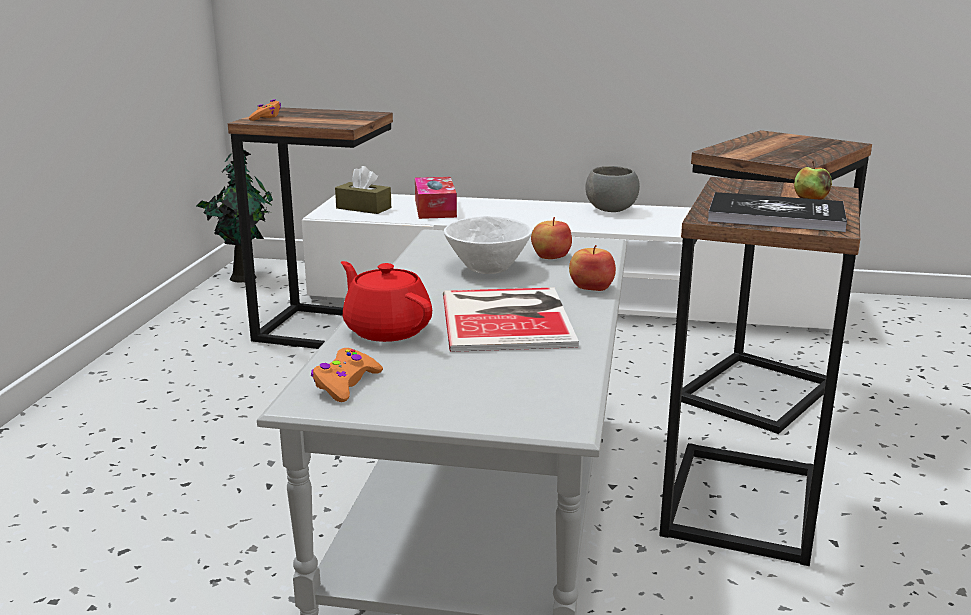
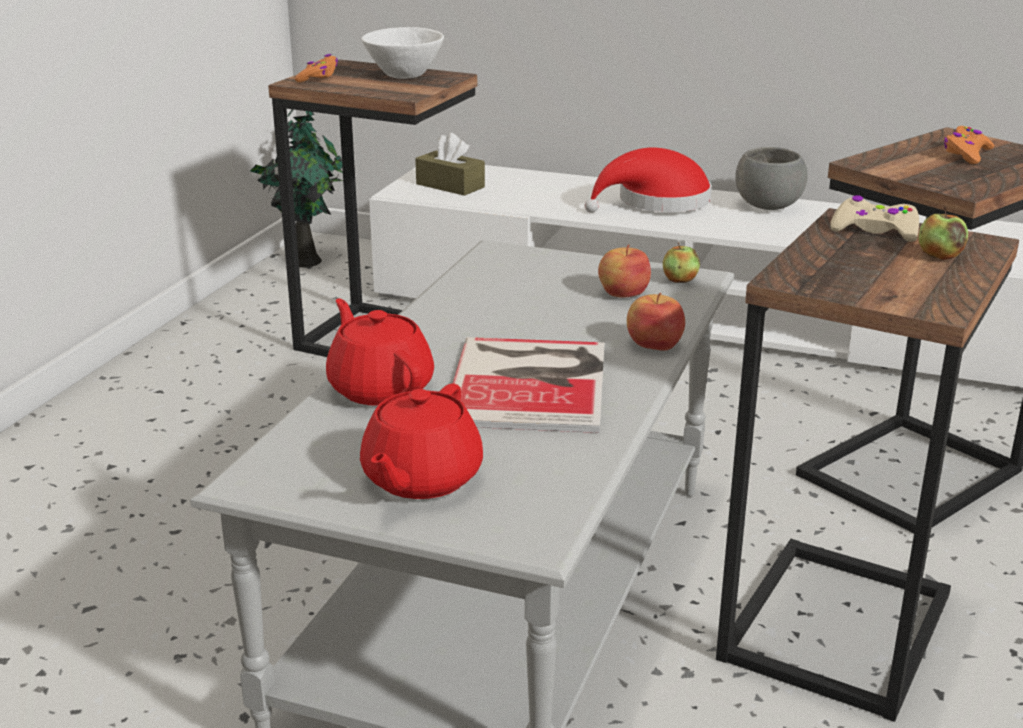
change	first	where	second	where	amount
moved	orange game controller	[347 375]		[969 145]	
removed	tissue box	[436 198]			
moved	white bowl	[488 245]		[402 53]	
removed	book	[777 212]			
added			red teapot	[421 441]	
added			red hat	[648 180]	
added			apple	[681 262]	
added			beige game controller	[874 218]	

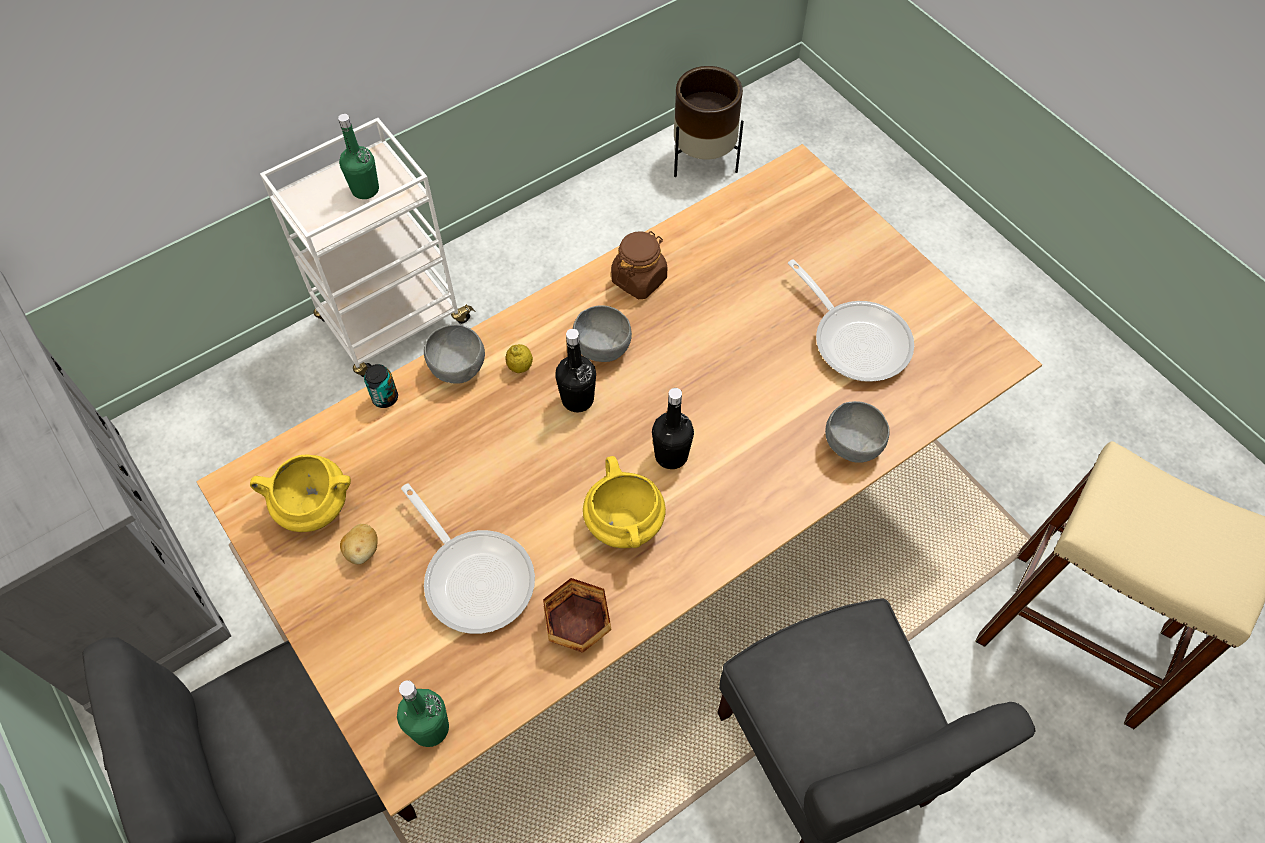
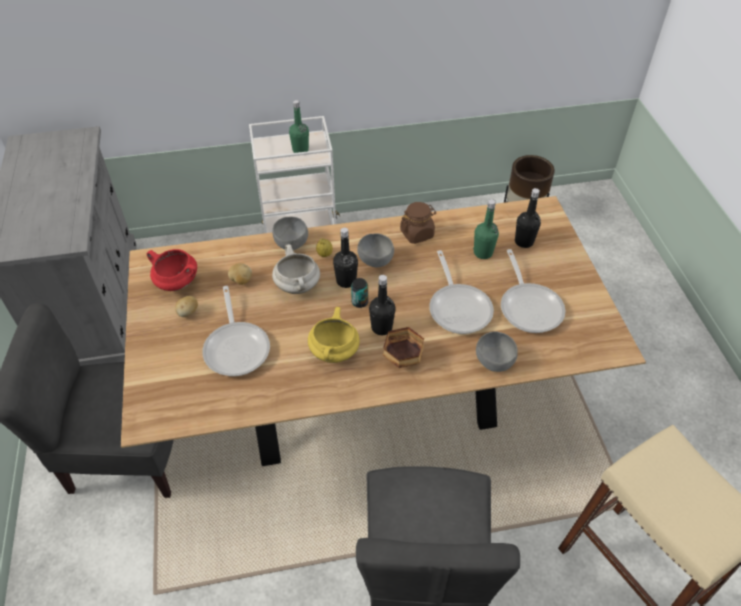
change	first	where	second	where	amount
recoloured	yellow cooking pot	[300 493]	red cooking pot	[172 270]	
moved	can	[381 386]		[359 293]	
moved	green bottle	[423 713]		[486 229]	
moved	bowl	[577 615]		[403 347]	
added			potato	[240 274]	
added			white cooking pot	[296 269]	
added			frying pan	[461 292]	
added			black bottle	[528 218]	

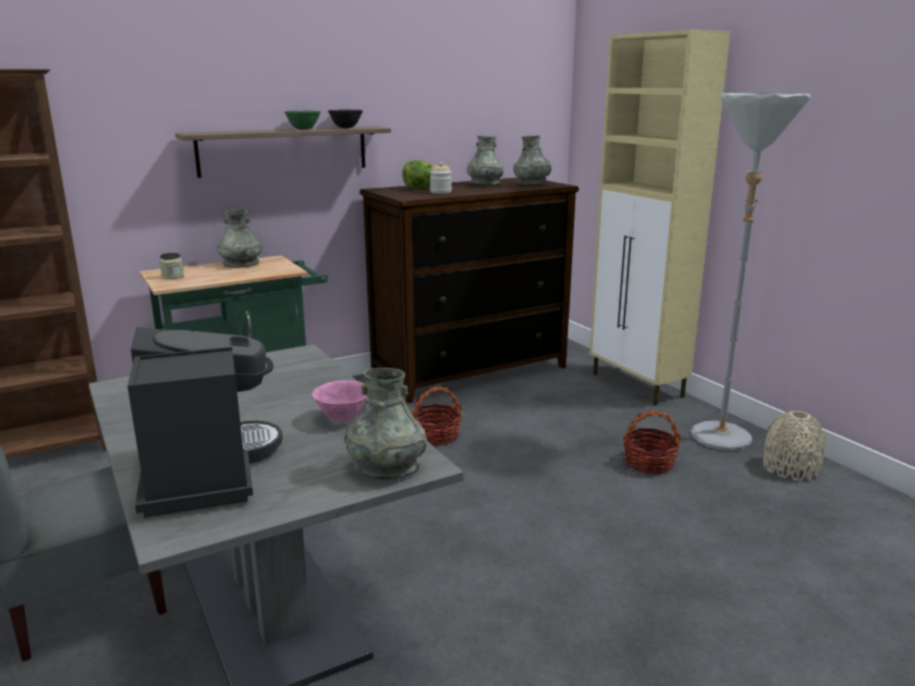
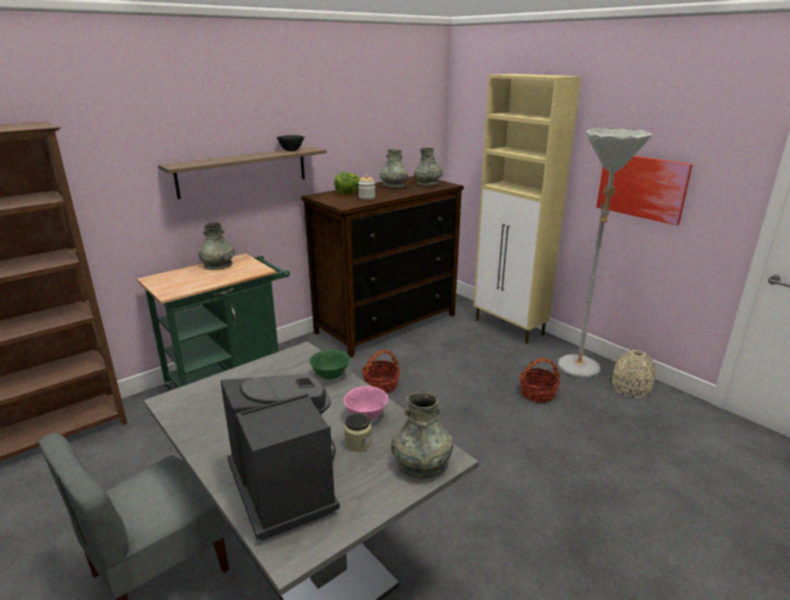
change	first	where	second	where	amount
moved	jar	[171 266]		[358 432]	
moved	green bowl	[303 120]		[329 365]	
added			picture	[644 190]	

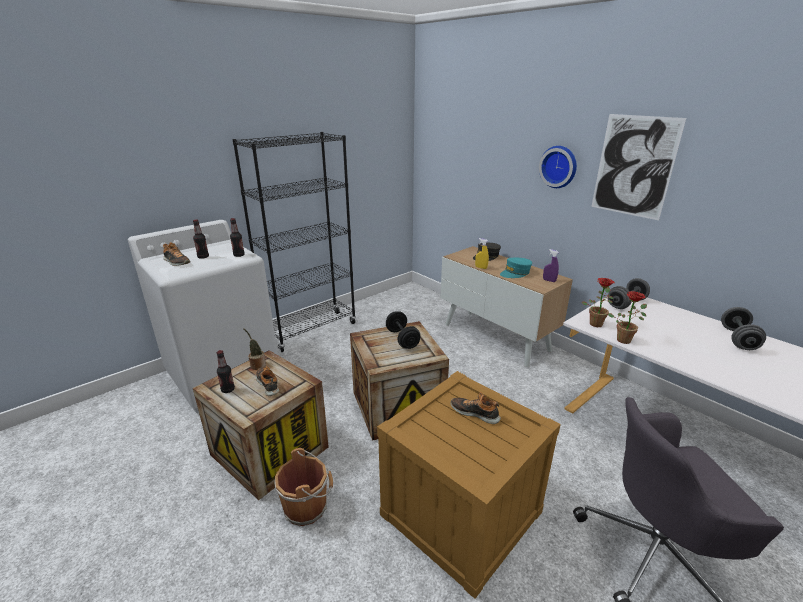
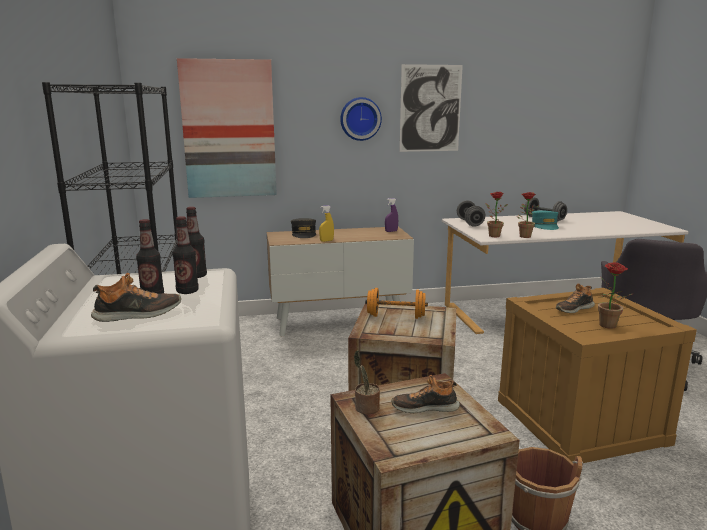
change	first	where	second	where	amount
moved	bottle	[226 371]		[186 255]	
recoloured	black dumbbell	[403 330]	orange dumbbell	[396 303]	
moved	turquoise cap	[516 268]		[545 220]	
added			picture	[227 128]	
added			potted plant	[615 295]	

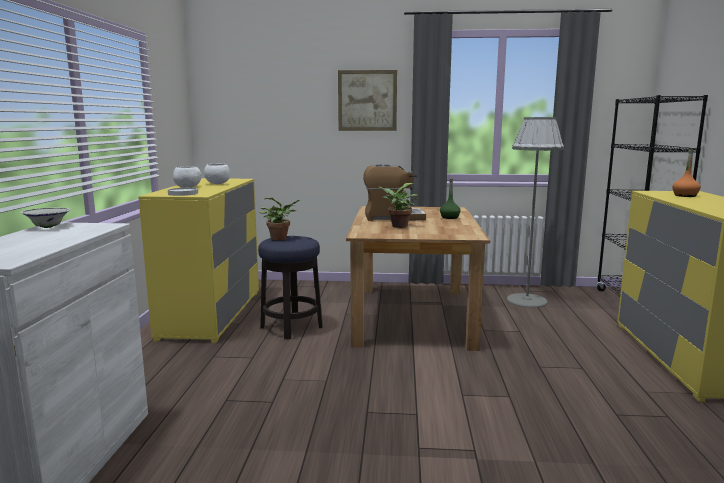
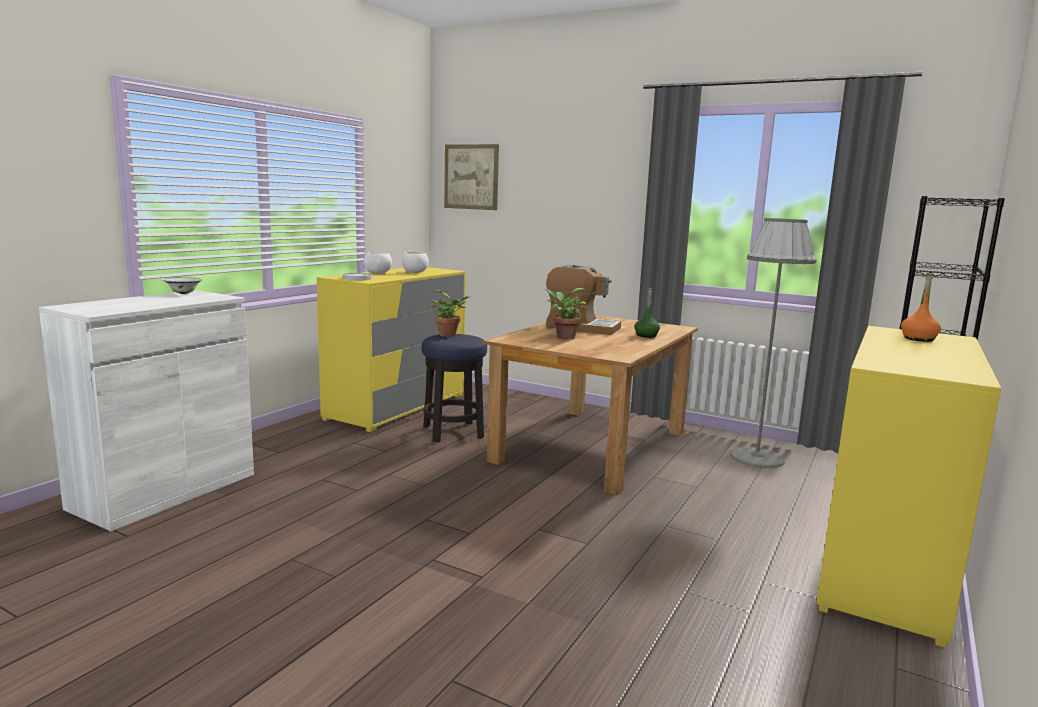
change	first	where	second	where	amount
moved	picture	[367 100]		[471 177]	

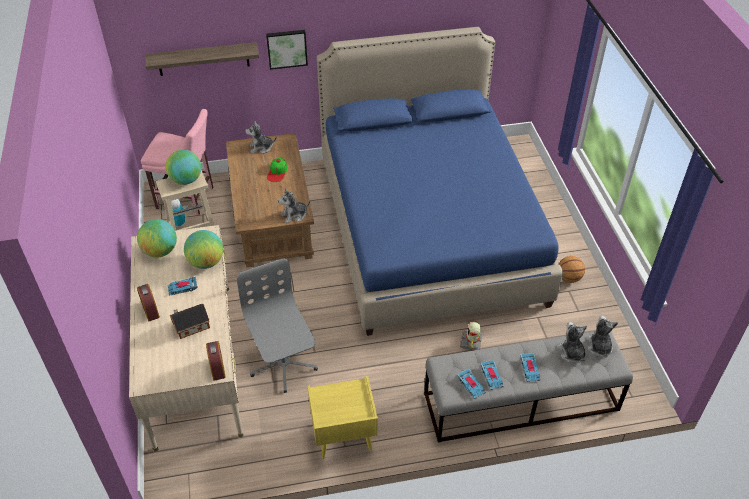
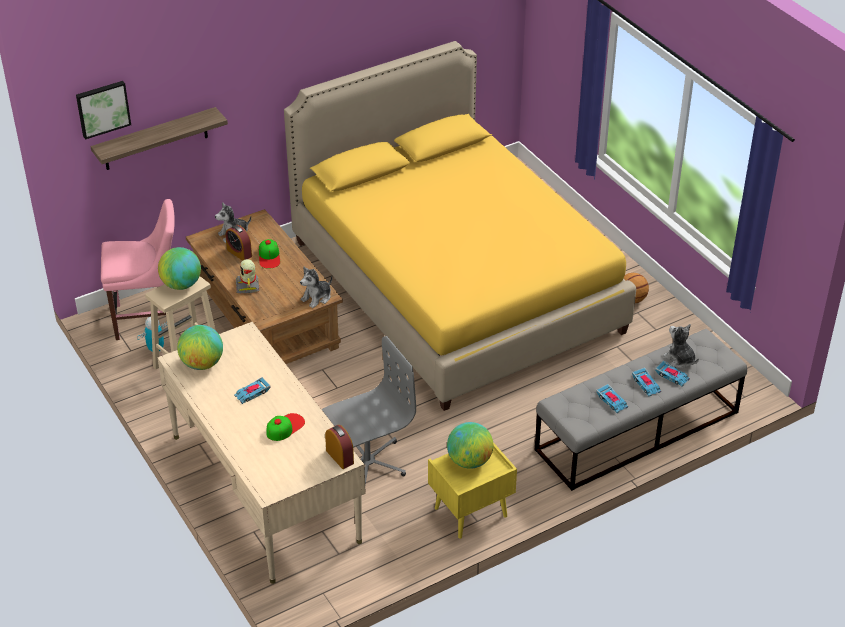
change	first	where	second	where	amount
moved	alarm clock	[148 302]		[238 243]	
replaced	toy house	[190 321]	cap	[285 427]	
moved	globe	[203 249]		[470 445]	
turned	grey office chair	[277 325]		[369 410]	105 degrees clockwise
moved	picture	[287 50]		[103 110]	
recoloured	blue bed	[440 181]	yellow bed	[460 226]	
moved	toy car	[471 383]		[672 374]	
moved	toy robot	[471 335]		[247 276]	
removed	plush toy	[602 336]			

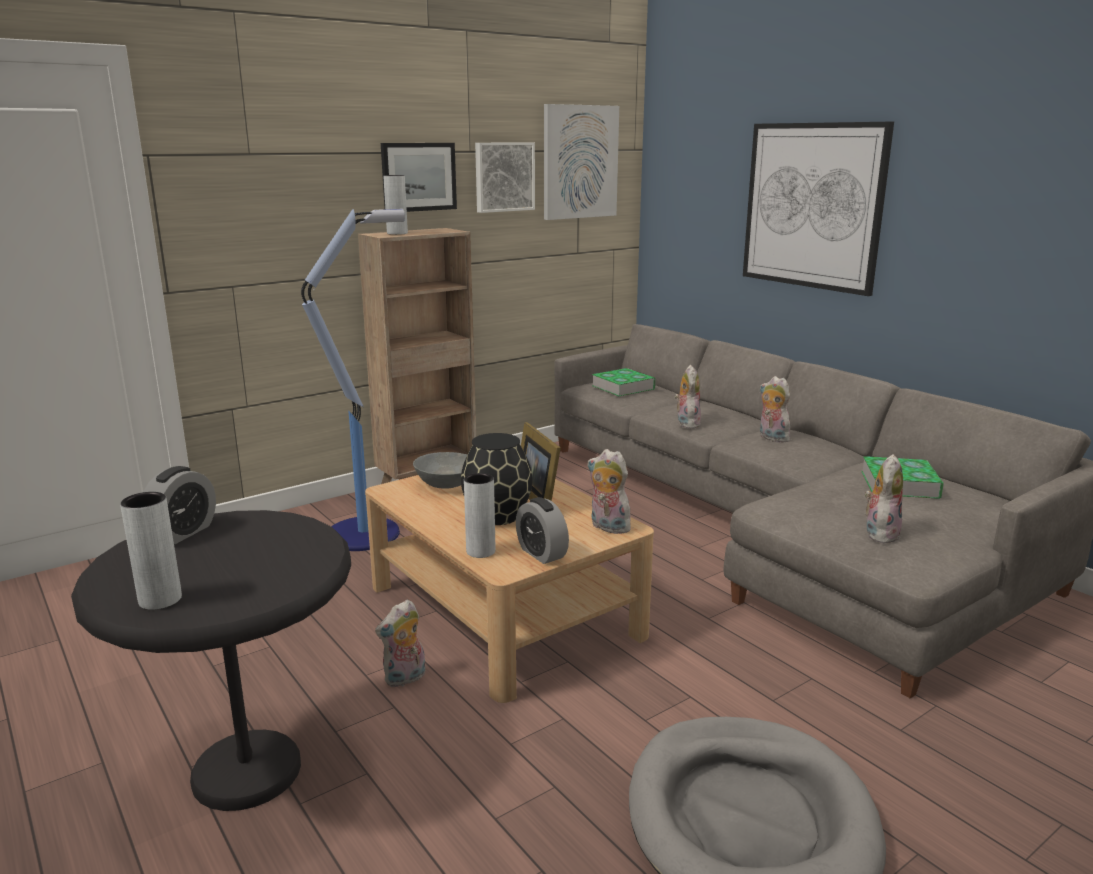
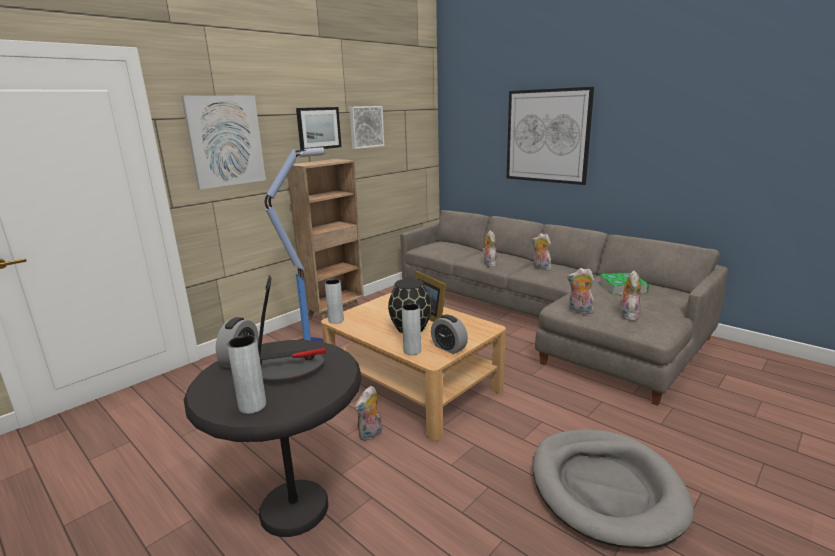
change	first	where	second	where	amount
moved	grey vase	[395 205]		[334 301]	
removed	grey bowl	[440 470]			
moved	picture	[581 162]		[223 142]	
moved	plush toy	[609 491]		[580 291]	
removed	book	[624 382]			
added			table lamp	[292 327]	

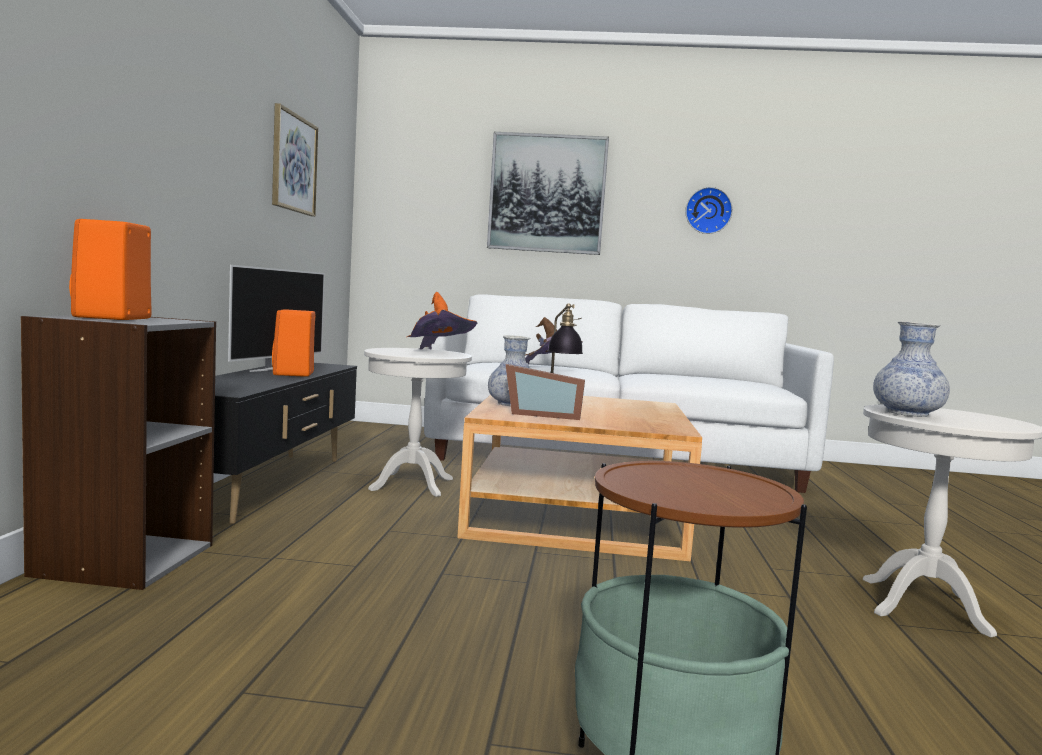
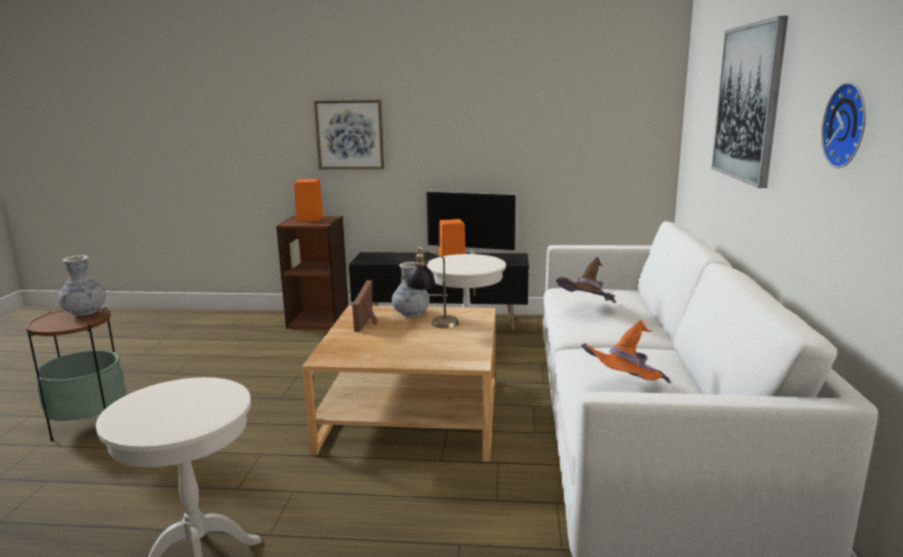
change	first	where	second	where	amount
recoloured	grey bookcase	[118 452]	brown bookcase	[312 272]	
moved	picture	[295 160]		[349 134]	
moved	orange hat	[442 321]		[626 351]	
moved	vase	[911 369]		[82 285]	

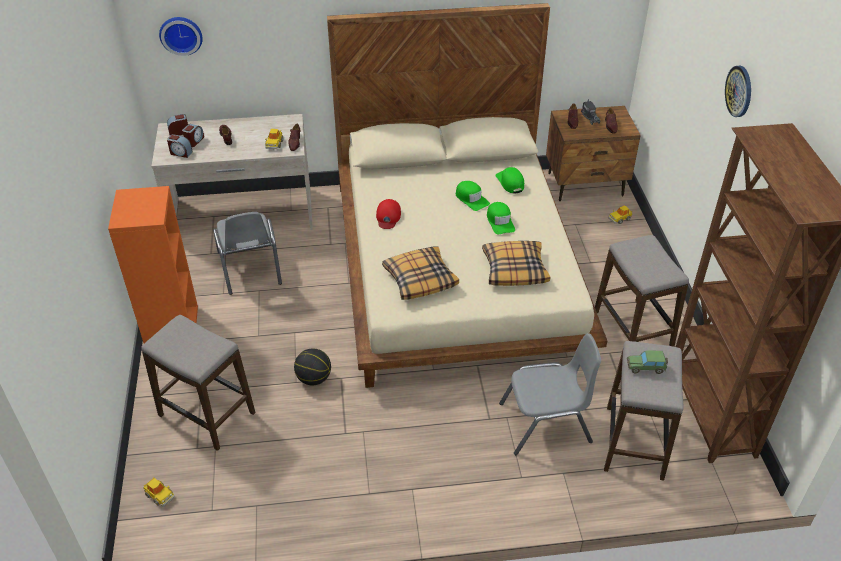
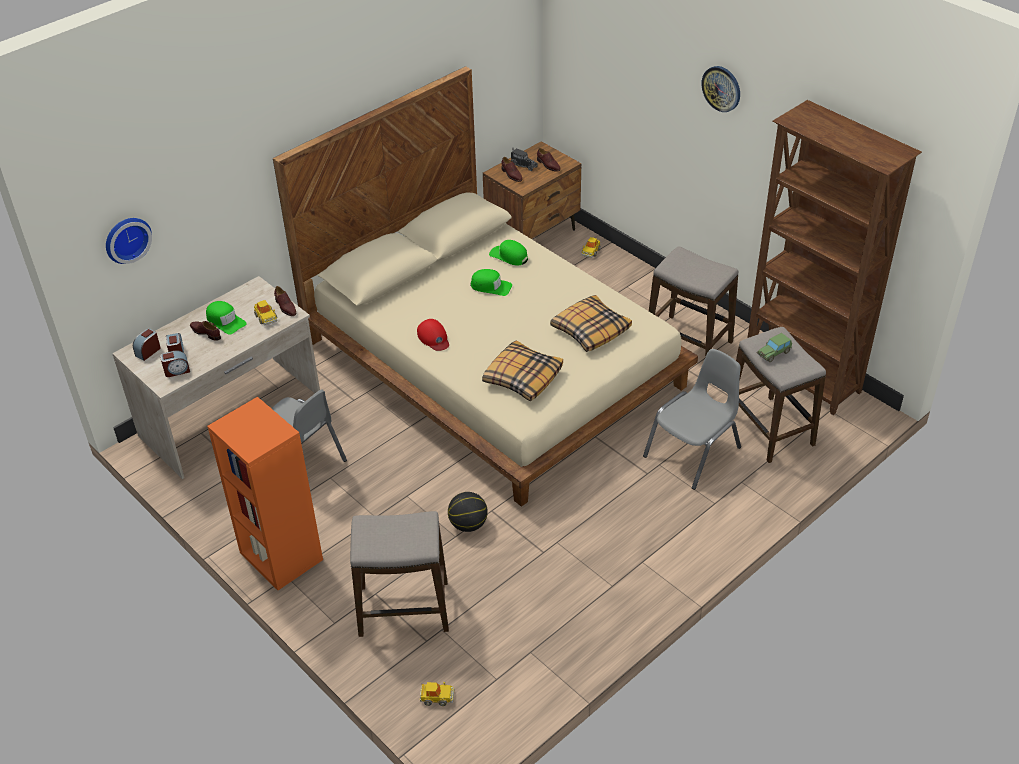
change	first	where	second	where	amount
moved	green cap	[501 218]		[226 318]	

